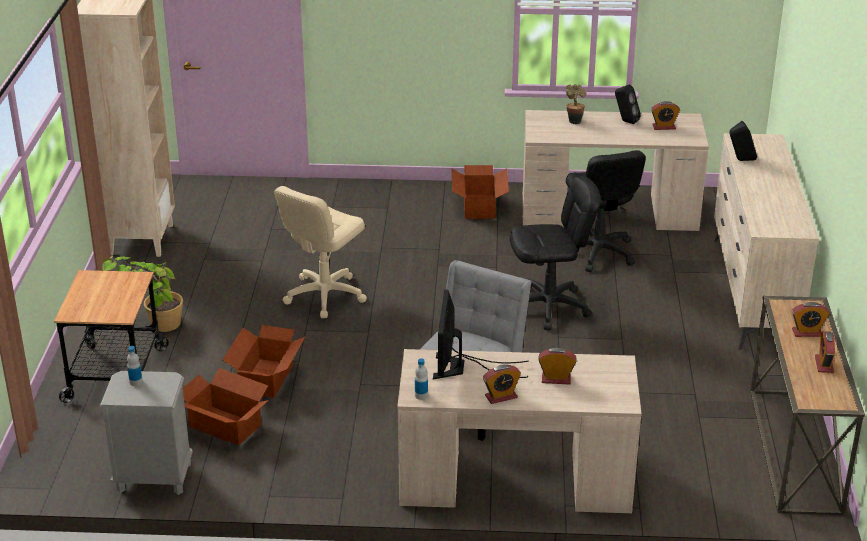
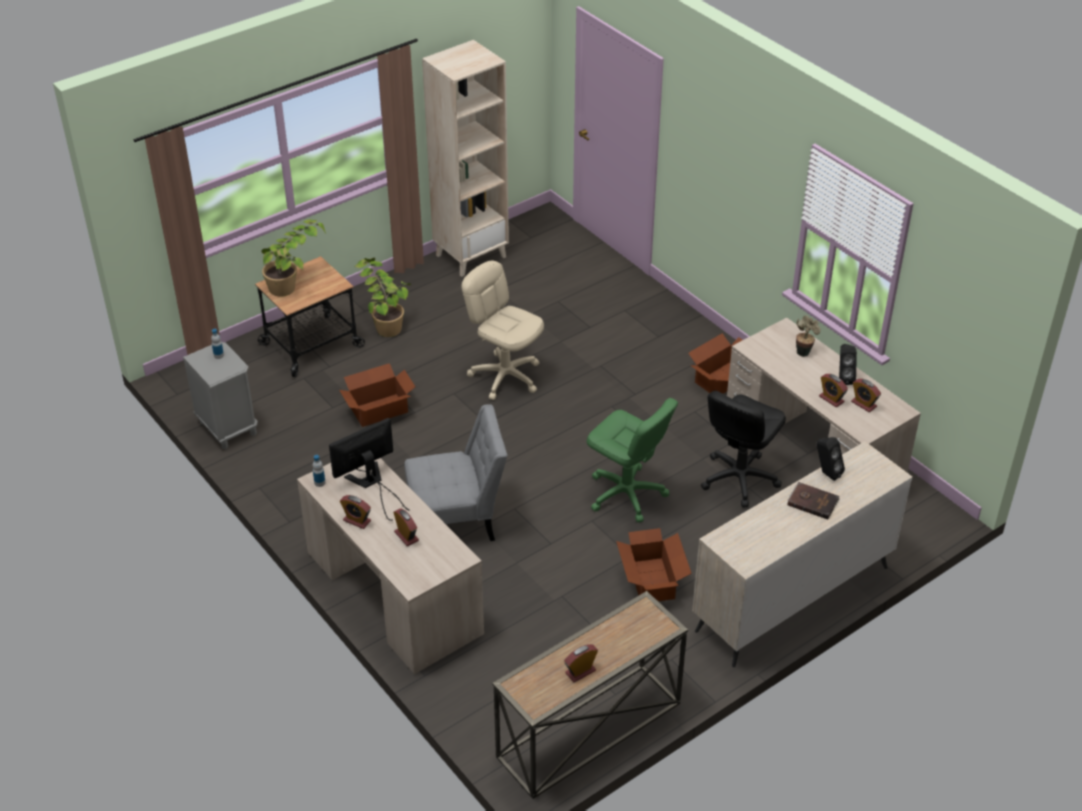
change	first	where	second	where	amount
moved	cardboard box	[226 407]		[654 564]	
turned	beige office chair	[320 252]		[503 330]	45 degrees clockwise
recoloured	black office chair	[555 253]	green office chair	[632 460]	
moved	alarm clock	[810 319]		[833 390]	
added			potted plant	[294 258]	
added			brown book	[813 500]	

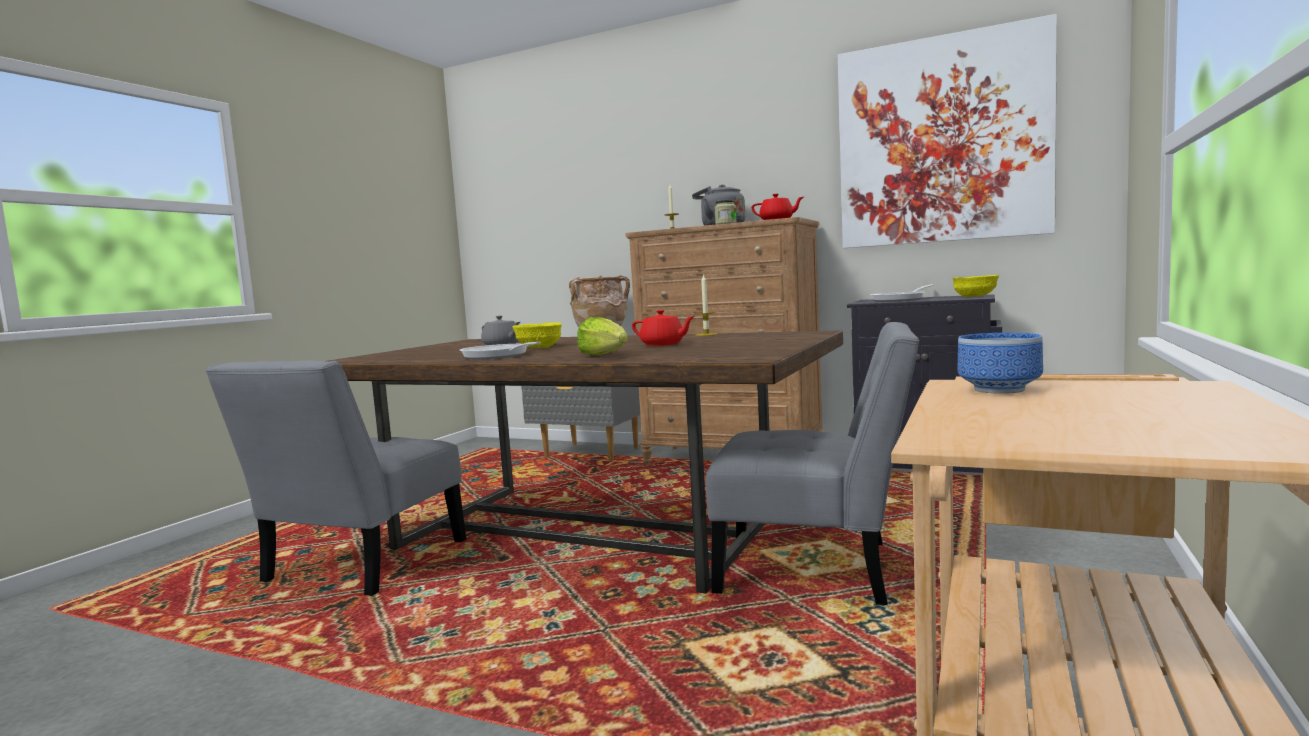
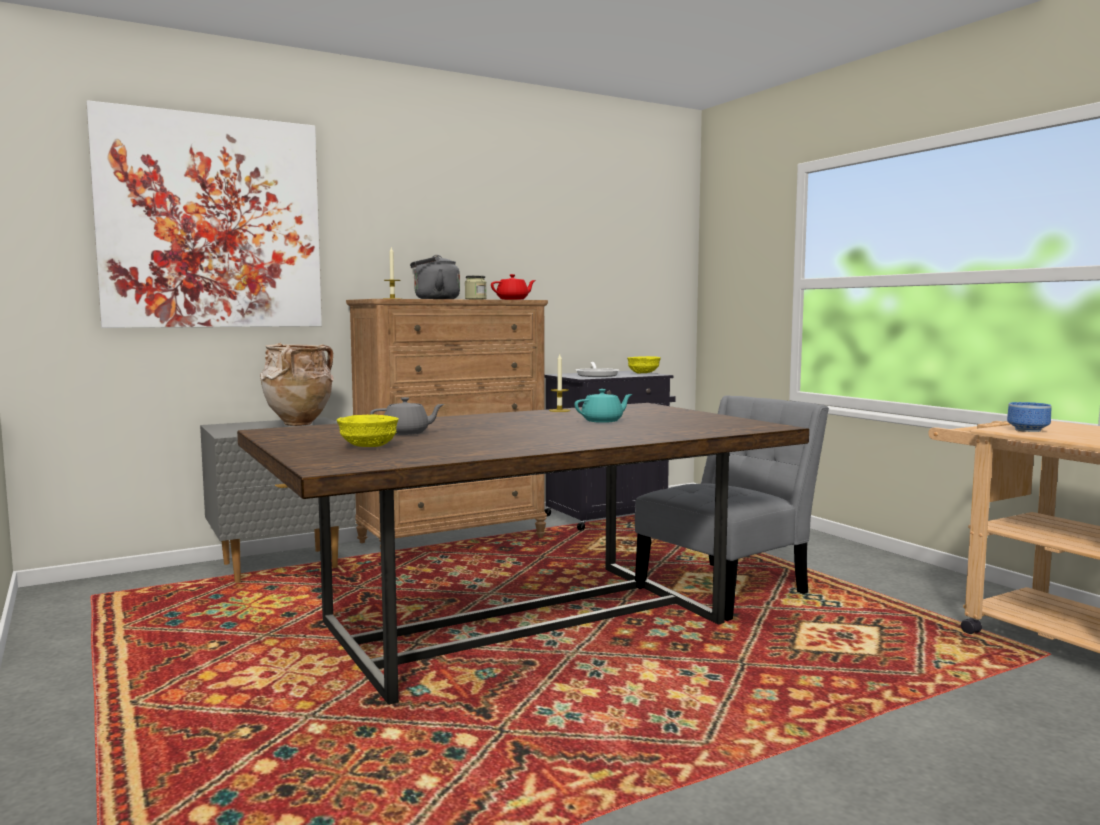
change	first	where	second	where	amount
removed	grey chair	[336 478]			
removed	frying pan	[500 350]			
moved	yellow bowl	[537 335]		[368 430]	
removed	lettuce	[602 336]			
recoloured	red teapot	[663 328]	turquoise teapot	[603 406]	
moved	picture	[947 131]		[204 214]	

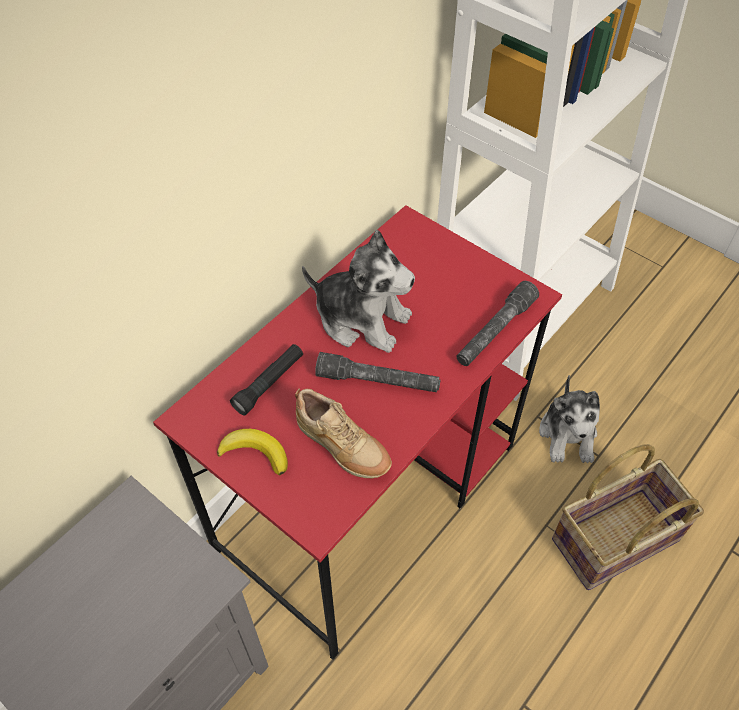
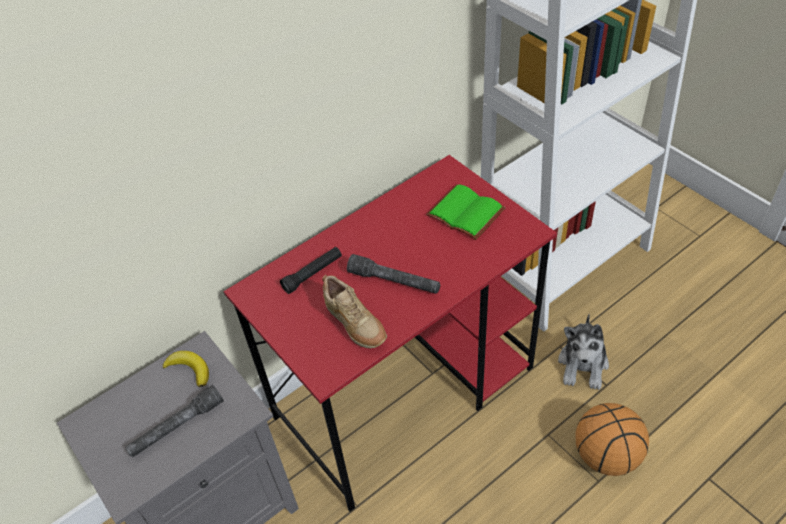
change	first	where	second	where	amount
moved	banana	[252 452]		[186 369]	
removed	plush toy	[358 291]			
moved	grey flashlight	[497 323]		[174 421]	
replaced	basket	[628 517]	basketball	[612 439]	
added			green book	[466 212]	

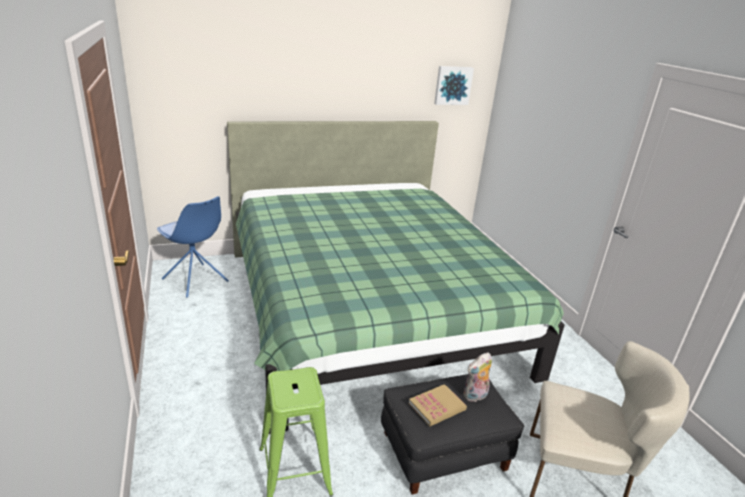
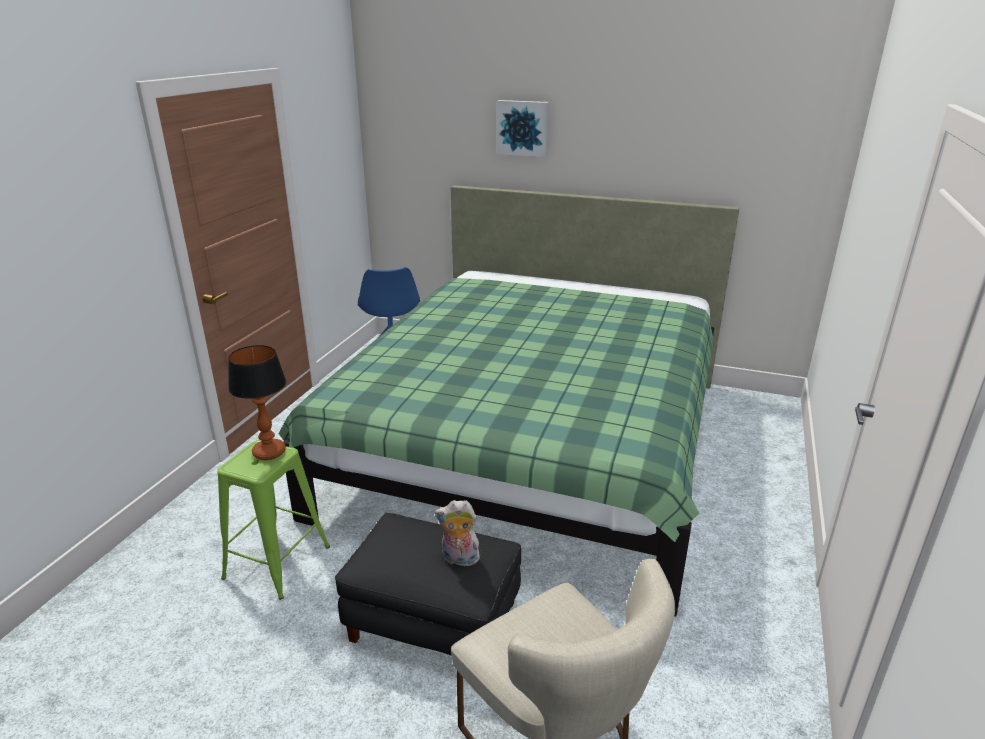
change	first	where	second	where	amount
removed	book	[438 405]			
moved	picture	[454 85]		[523 128]	
added			table lamp	[257 402]	

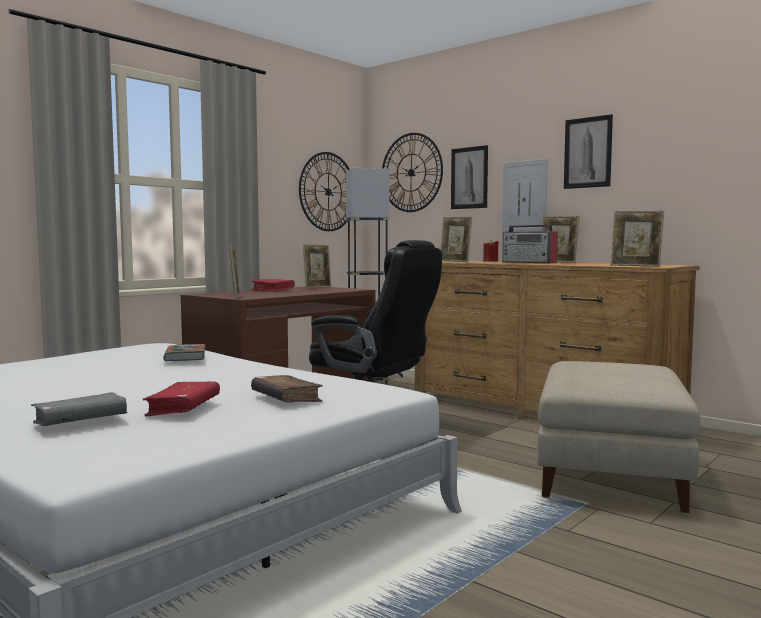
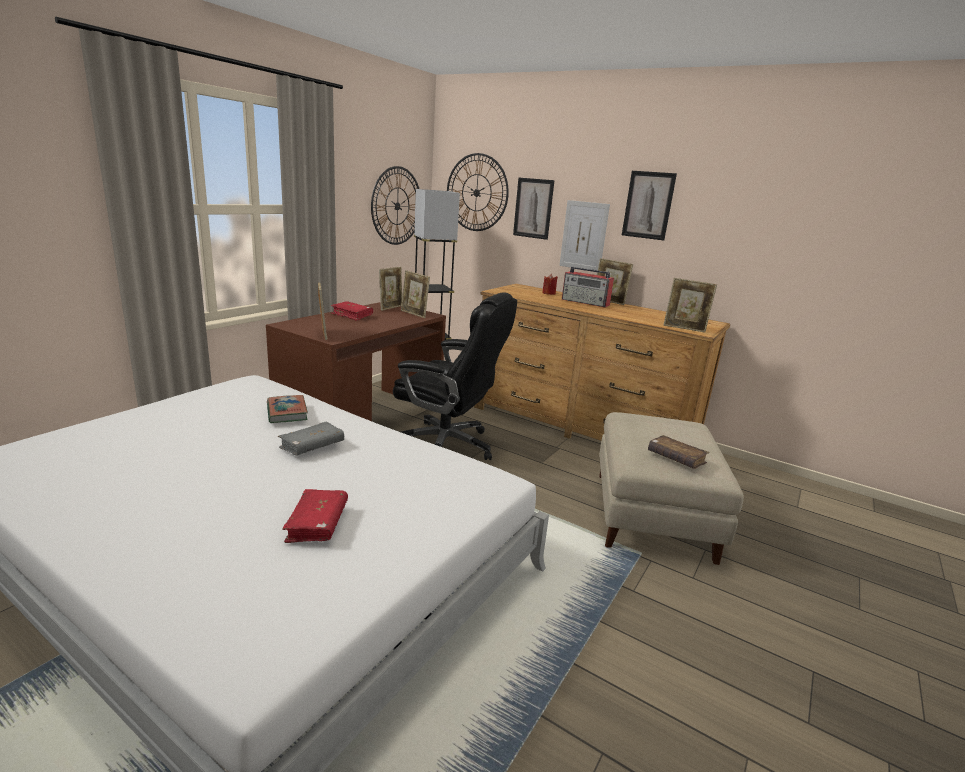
change	first	where	second	where	amount
moved	grey book	[79 409]		[311 438]	
moved	brown book	[287 389]		[678 452]	
moved	picture frame	[456 239]		[415 294]	

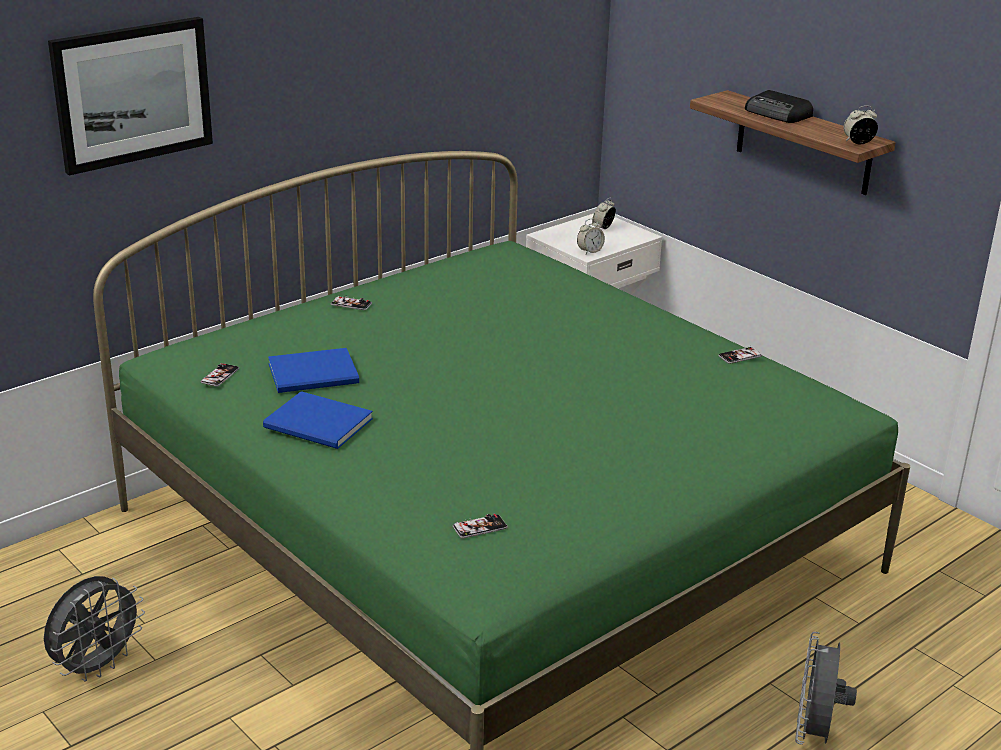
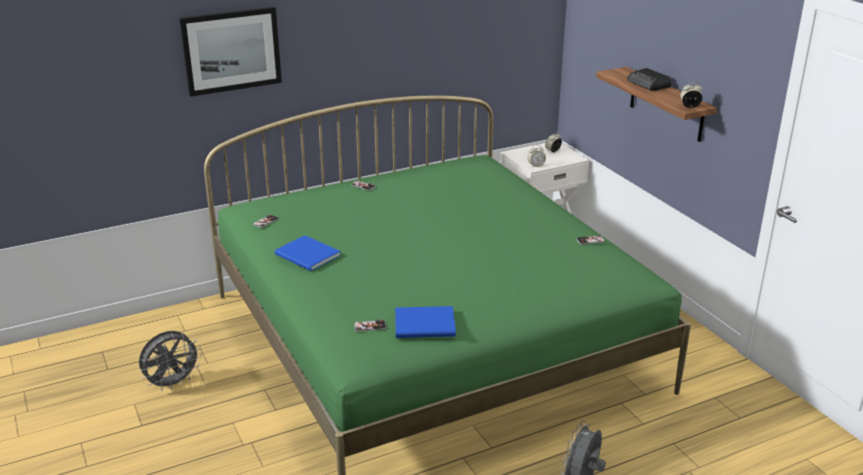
change	first	where	second	where	amount
moved	blue book	[313 370]		[425 322]	

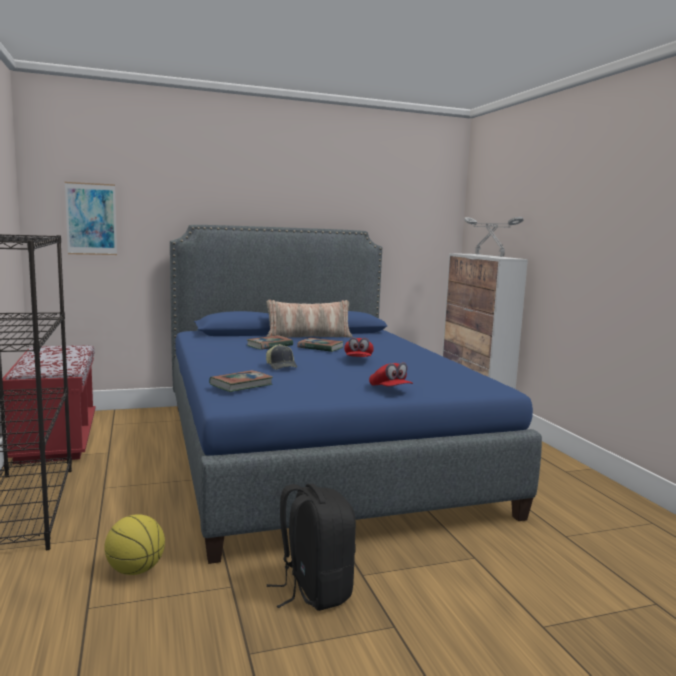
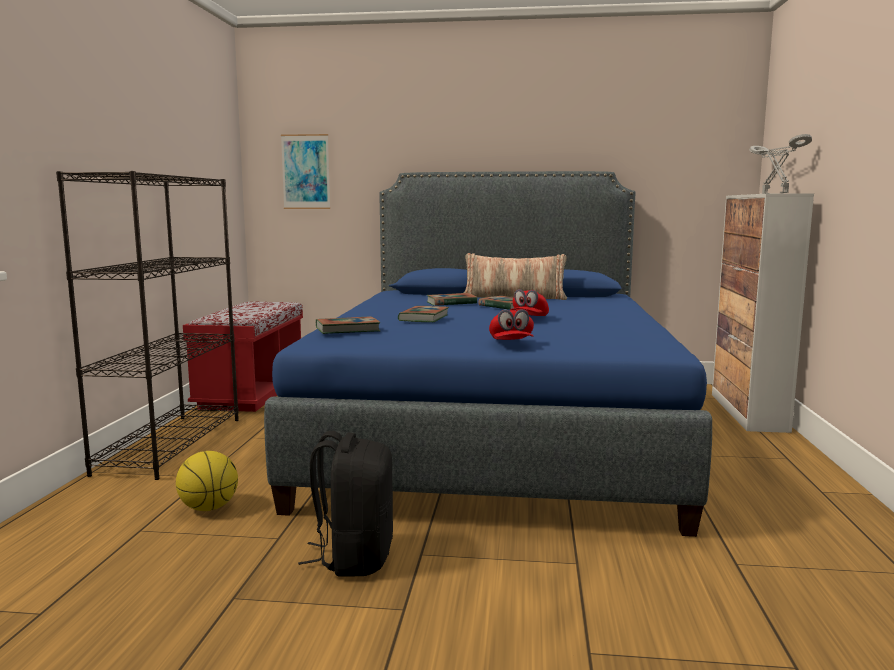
change	first	where	second	where	amount
replaced	cap	[281 357]	book	[423 314]	

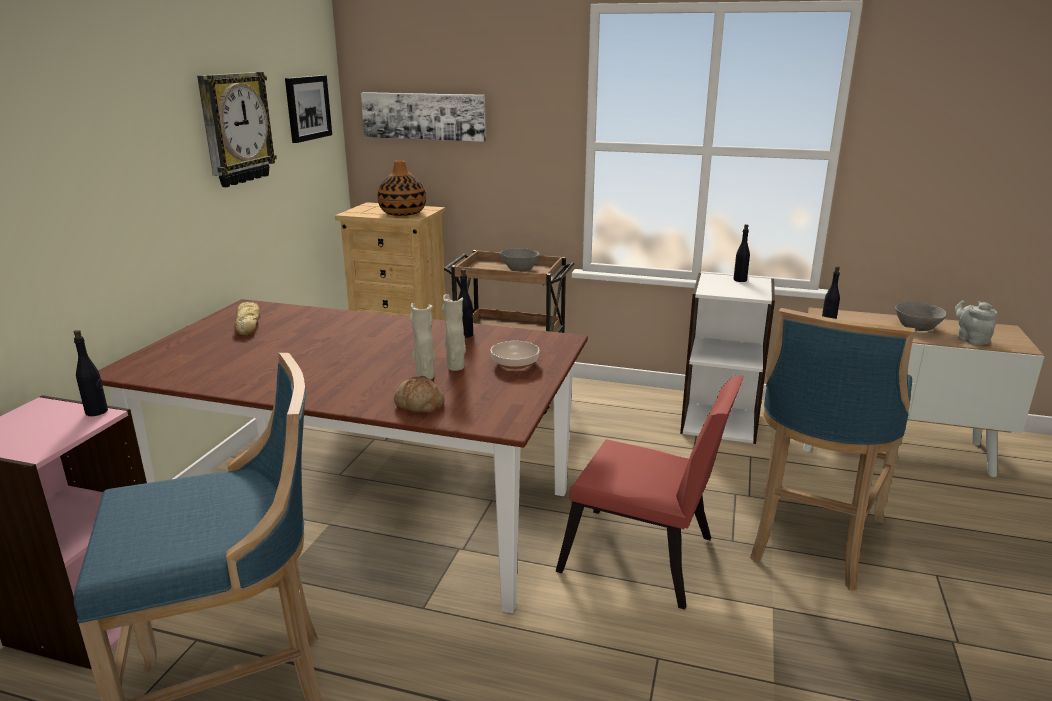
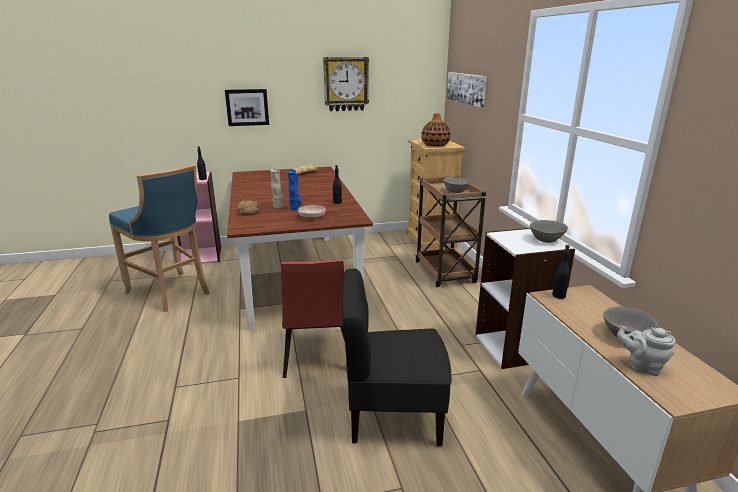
change	first	where	second	where	amount
moved	picture	[308 109]		[247 107]	
recoloured	beige vase	[454 332]	blue vase	[294 189]	
replaced	black bottle	[741 253]	grey bowl	[549 231]	
replaced	blue stool	[832 449]	black chair	[396 357]	
turned	grey teapot	[976 322]		[646 351]	105 degrees counterclockwise

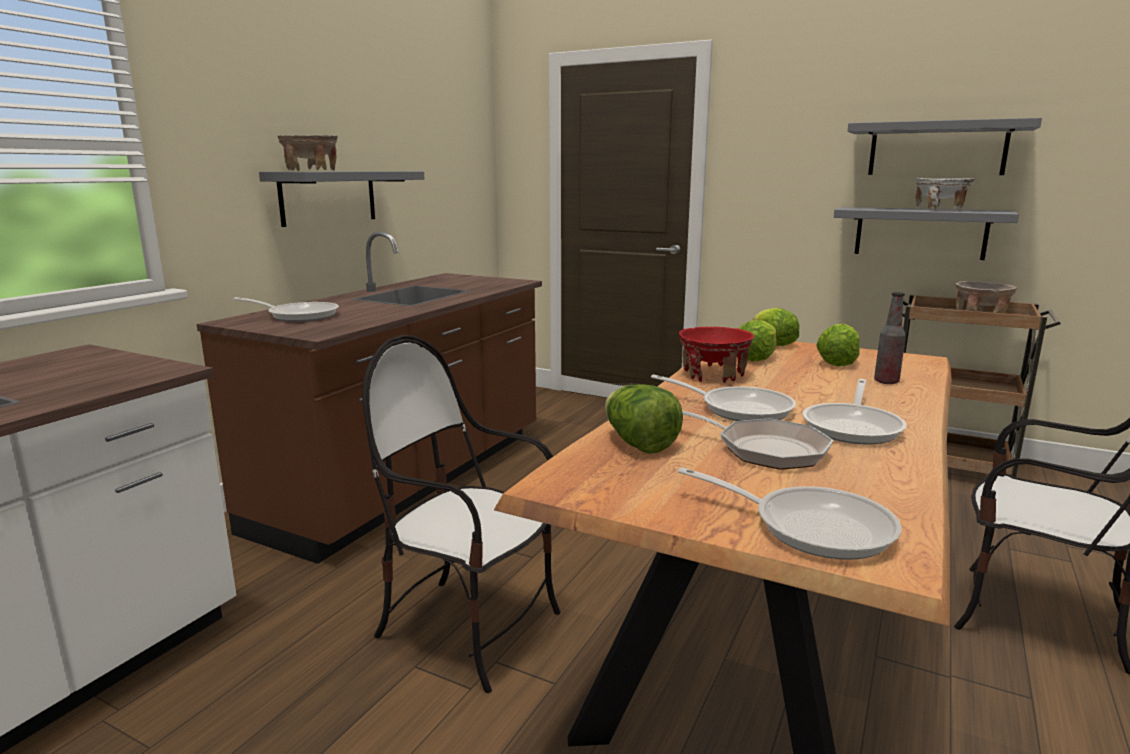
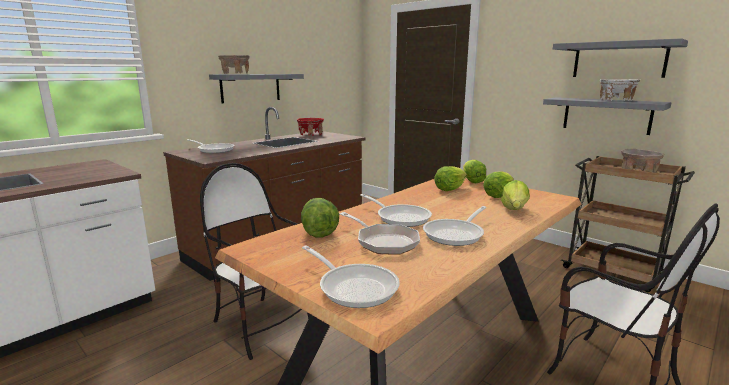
change	first	where	second	where	amount
moved	red bowl	[716 354]		[310 127]	
replaced	bottle	[890 338]	lettuce	[515 195]	

